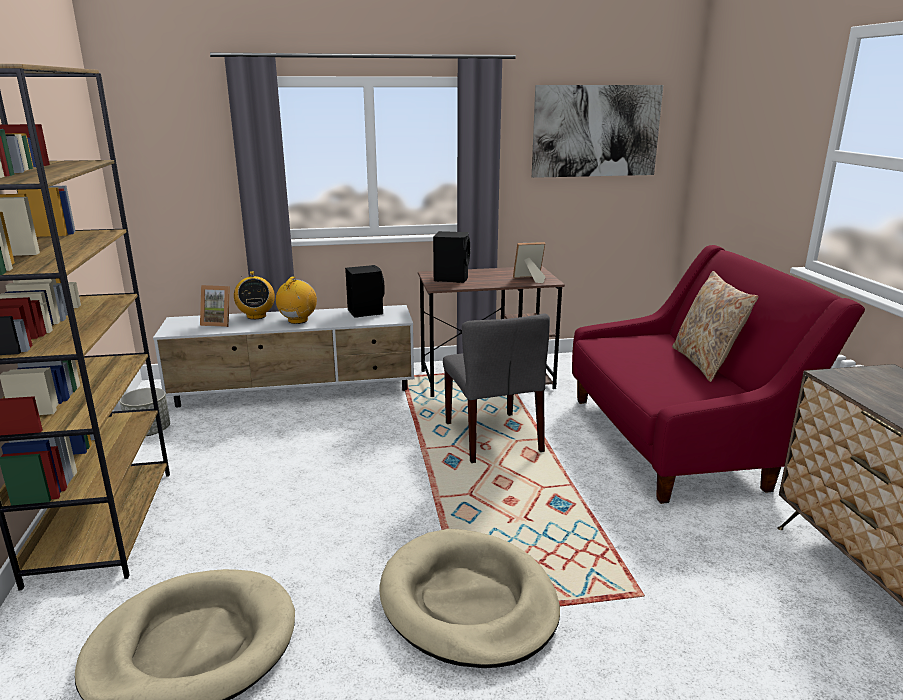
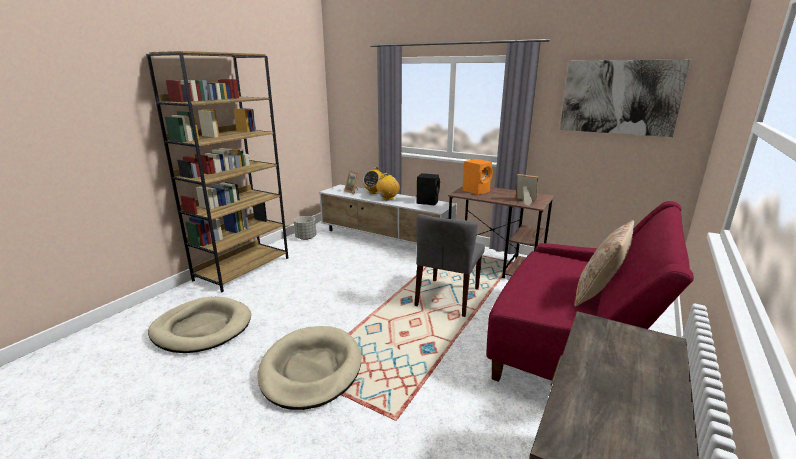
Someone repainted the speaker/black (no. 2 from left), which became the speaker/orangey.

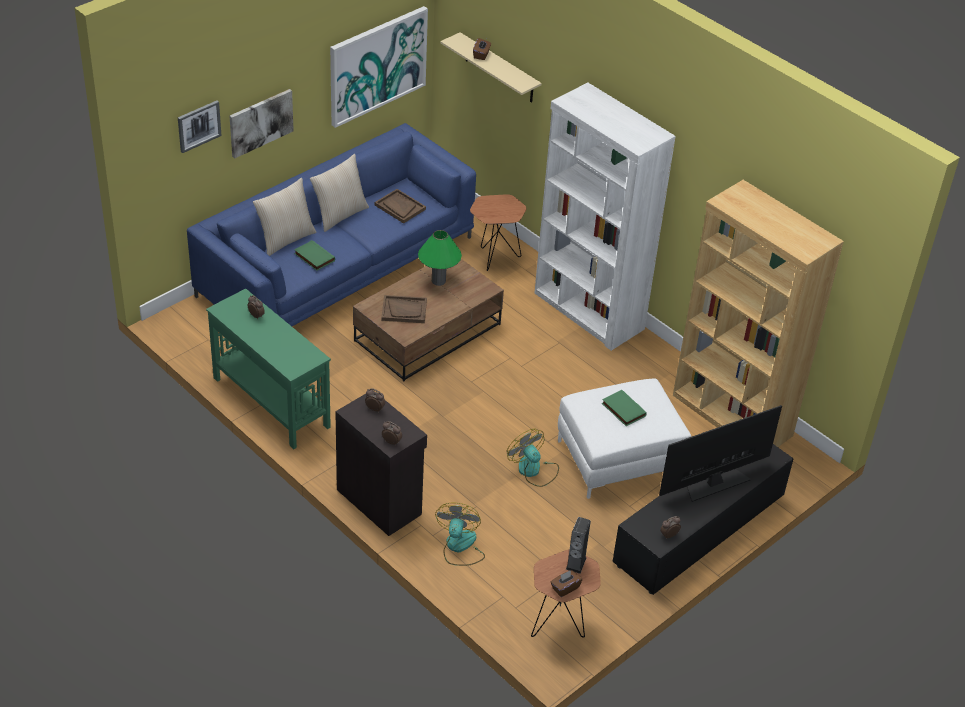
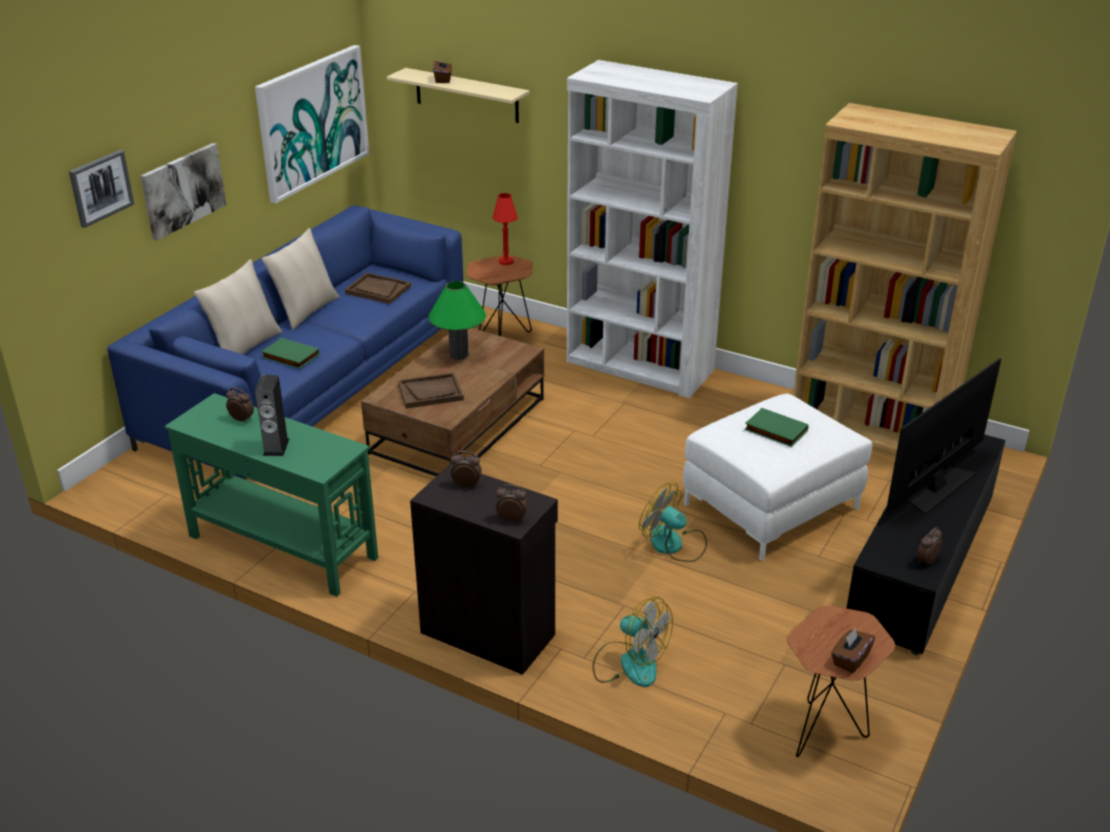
Someone carried the speaker.
Someone put down the lamp for a table/red.
Someone rotated the fan (no. 1 from left) by 135 degrees clockwise.

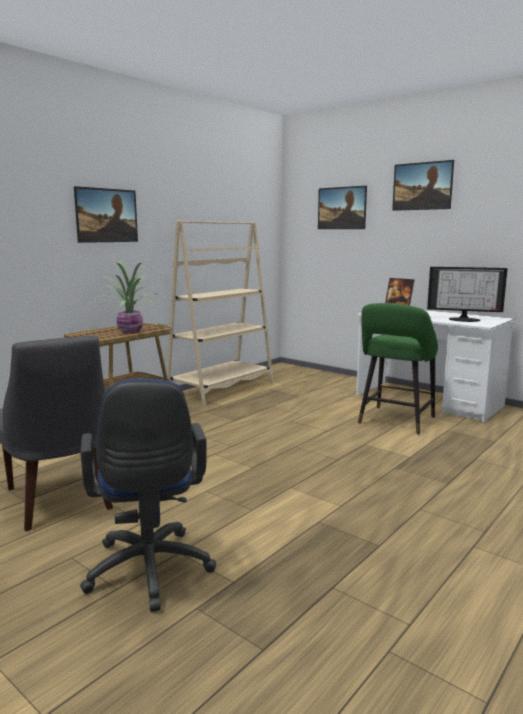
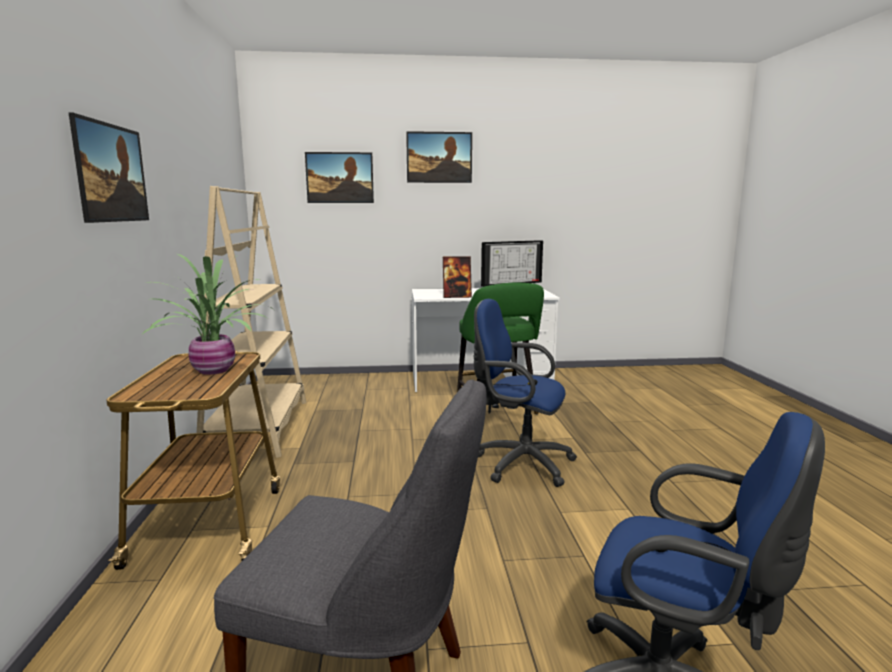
Someone put down the desk chair/blue (no. 1 from left).

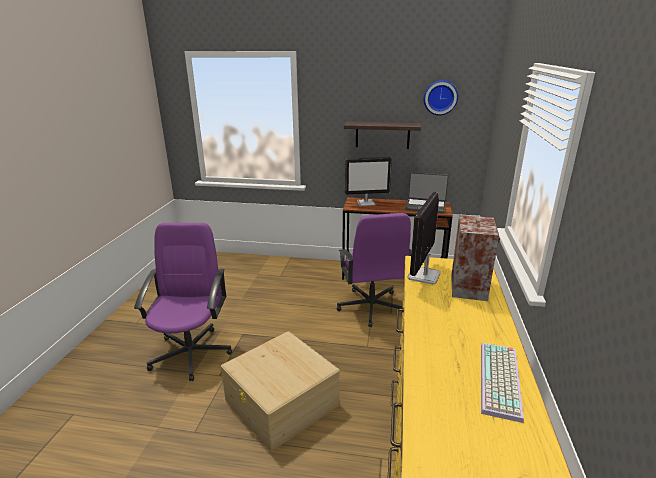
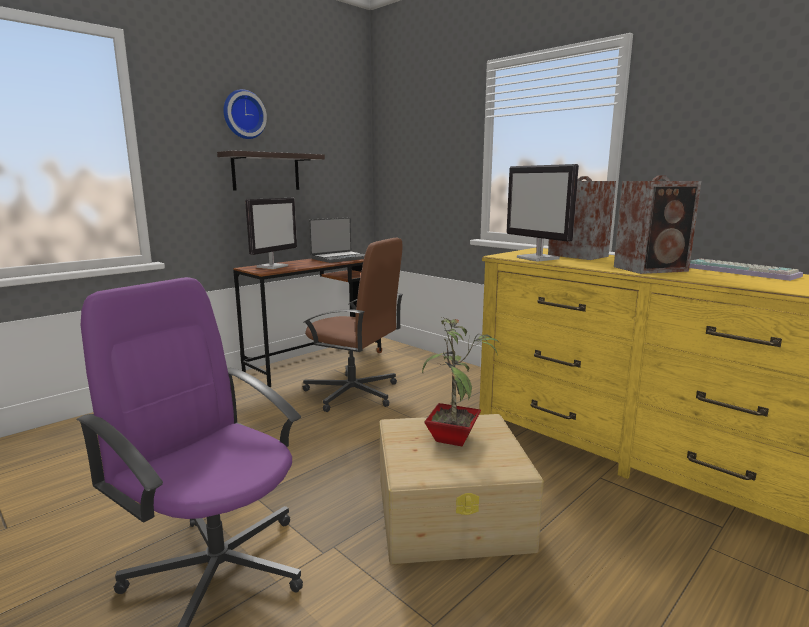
Someone carried the wall clock.
Someone repainted the desk chair/purplish (no. 2 from left), which became the desk chair/brown-coloured.
Someone put down the plant in a pot.
Someone put down the speaker (no. 2 from left).

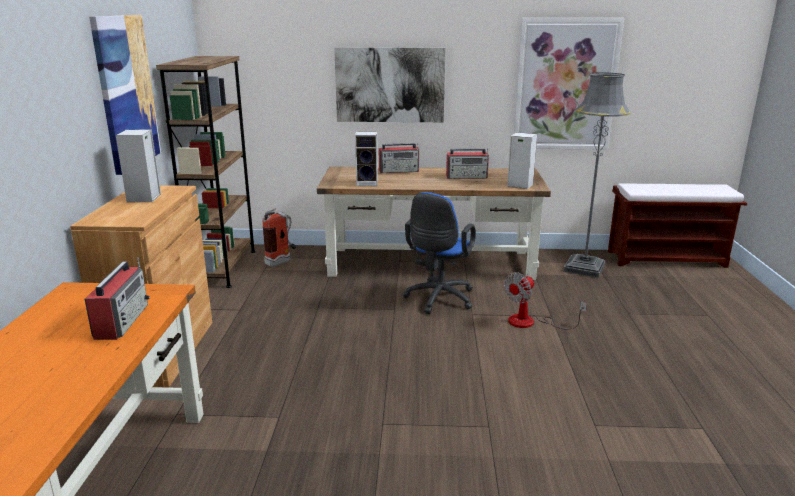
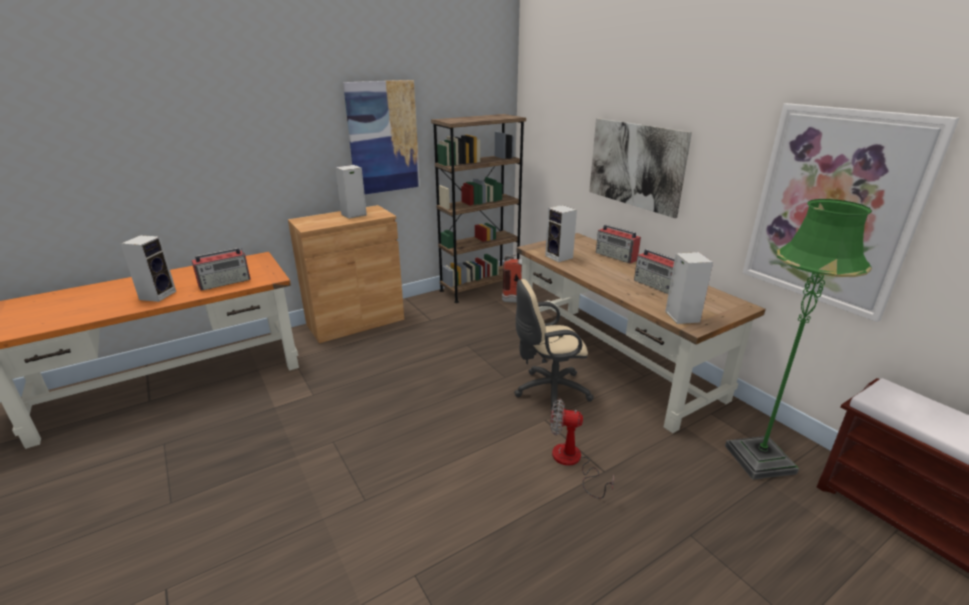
Someone put down the speaker (no. 1 from left).
Someone repainted the desk chair/blue, which became the desk chair/beige.
Someone repainted the standard lamp/grey, which became the standard lamp/greenish.

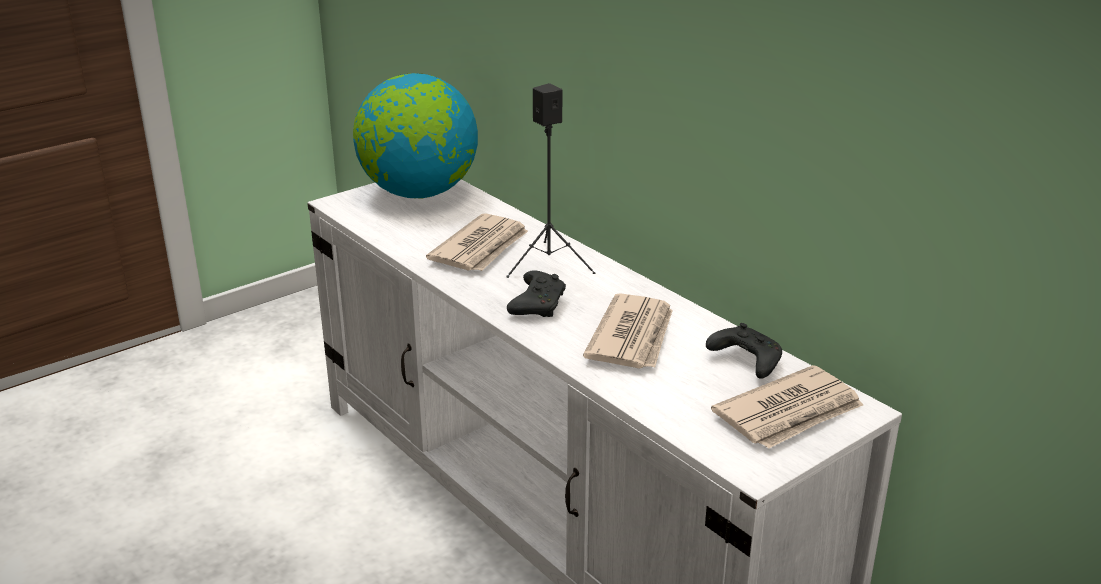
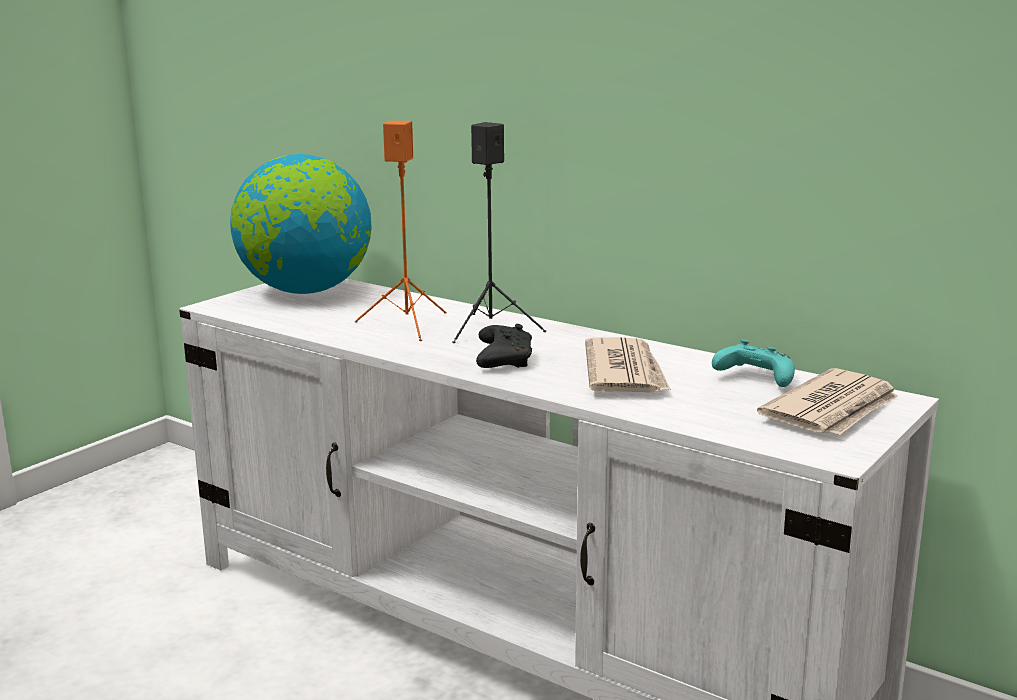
Someone swapped the daily paper (no. 1 from left) for the speaker/orangey.
Someone repainted the game controller/black (no. 2 from left), which became the game controller/blue-green.

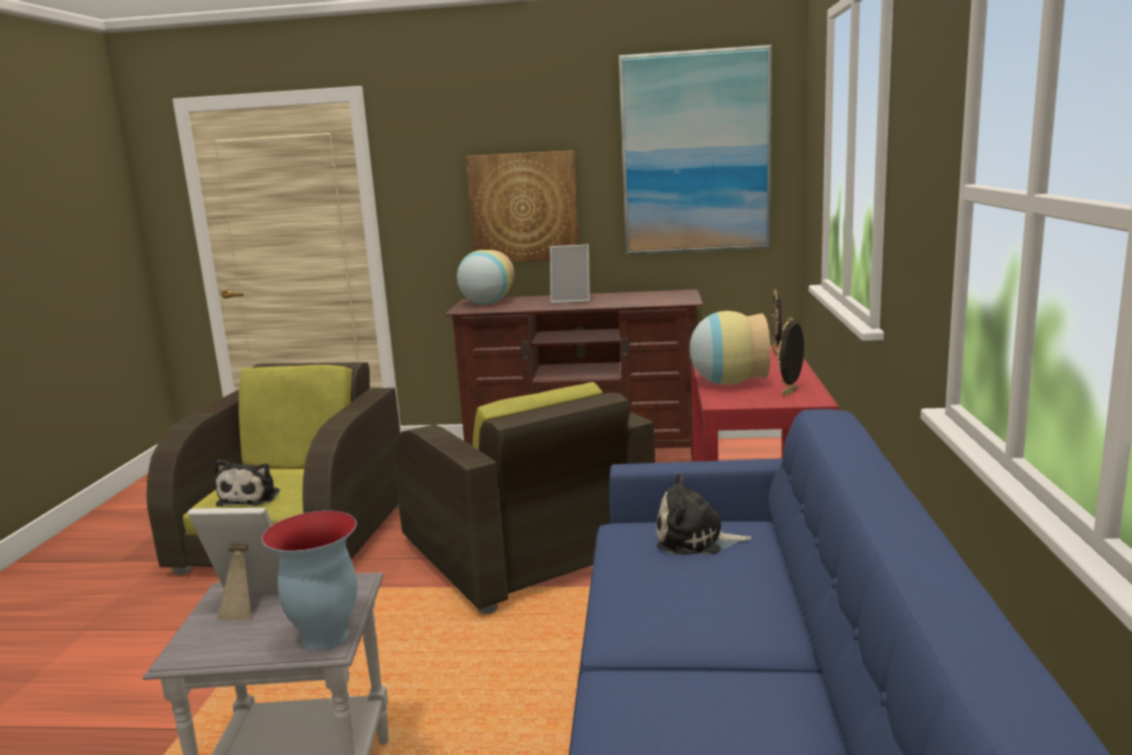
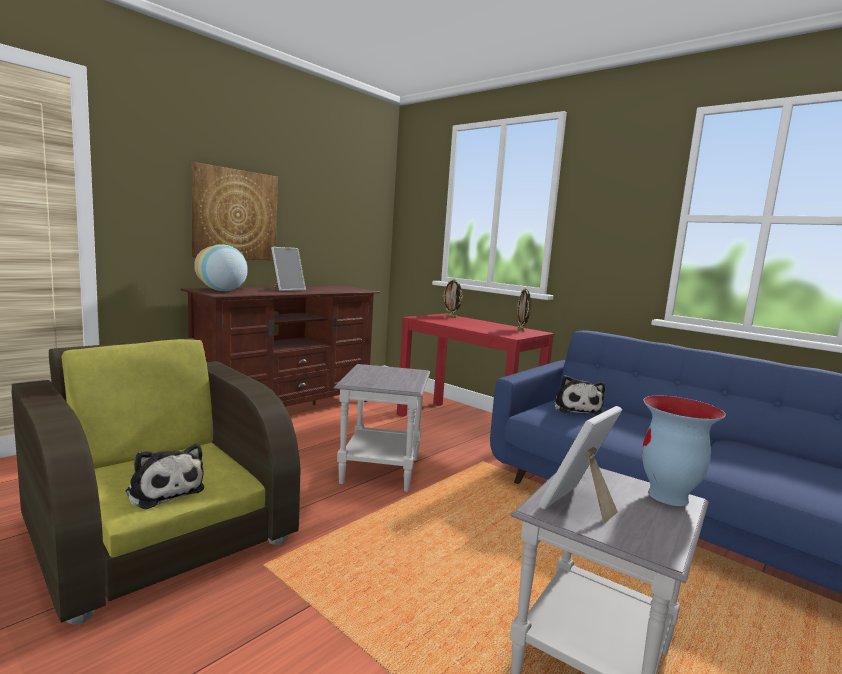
Someone swapped the lounge chair/brown-coloured (no. 2 from left) for the end table/grey (no. 1 from left).
Someone rotated the soft toy (no. 2 from left) by 45 degrees counterclockwise.
Someone took away the wall art (no. 2 from left).
Someone took away the decorative vase (no. 3 from left).

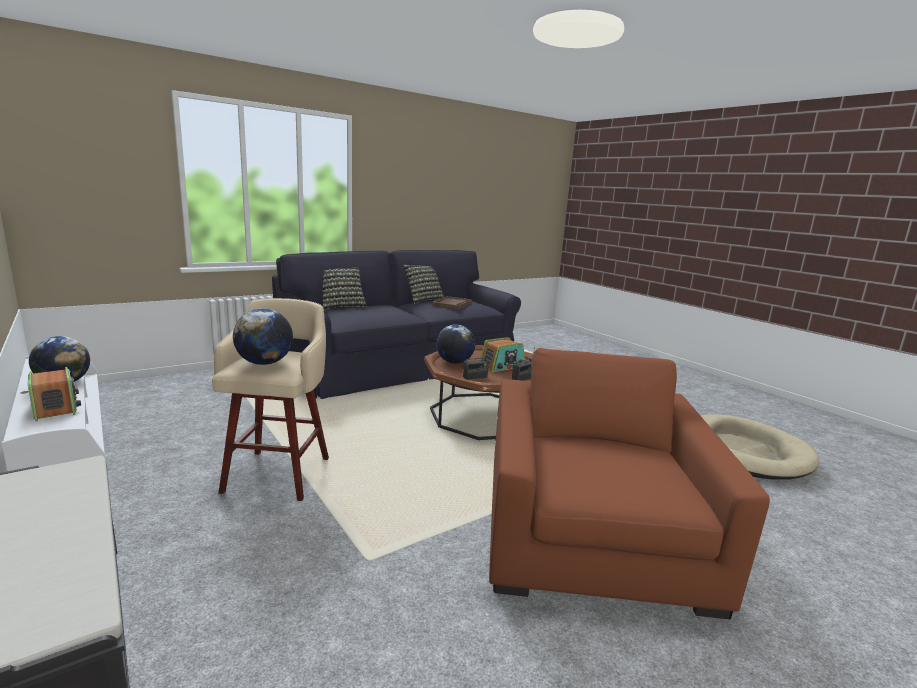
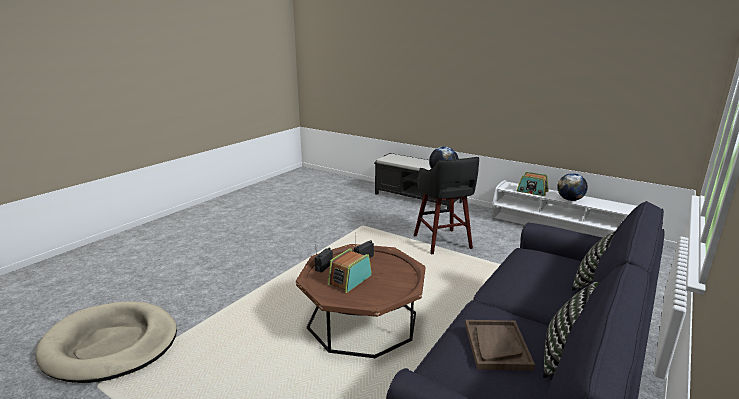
Someone repainted the stool/beige, which became the stool/black.
Someone took away the world globe (no. 3 from left).
Someone took away the lounge chair/brown-coloured.

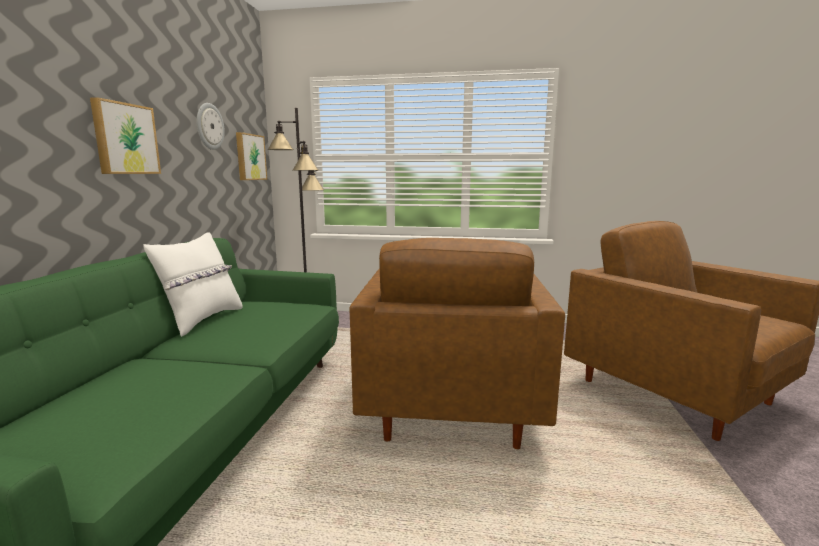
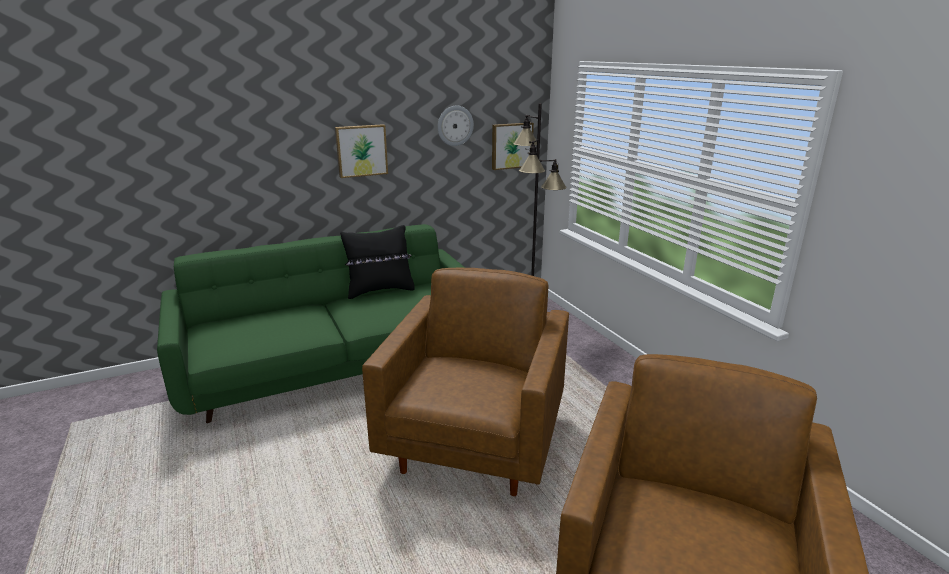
Someone repainted the cushion/white, which became the cushion/black.
Someone rotated the lounge chair/brown-coloured (no. 1 from left) by 135 degrees clockwise.

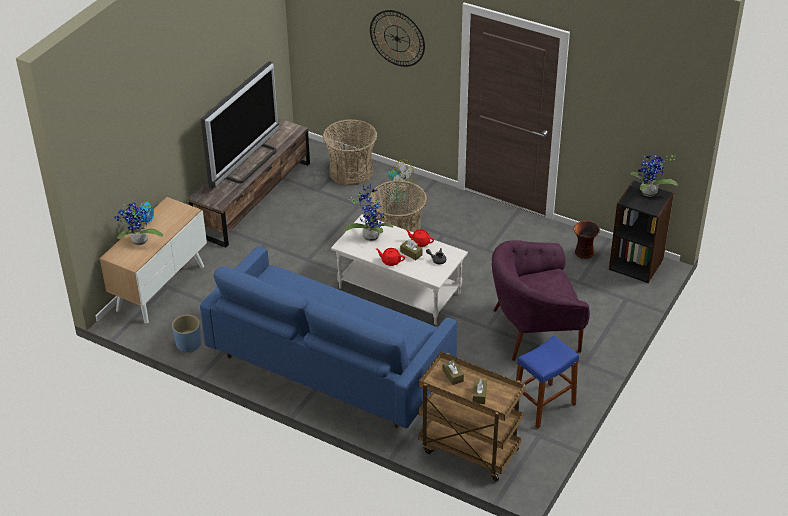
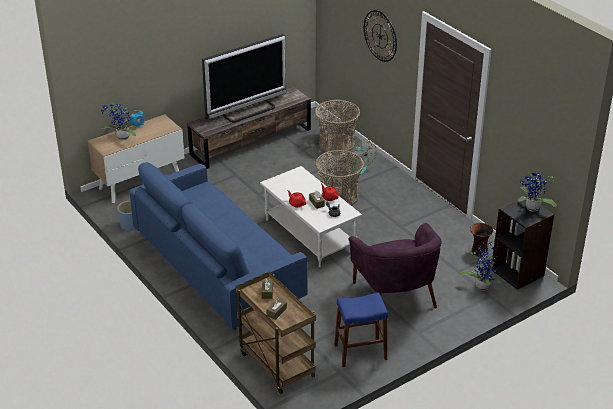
Someone rotated the lounge chair/purplish by 120 degrees counterclockwise.
Someone carried the plant in a pot (no. 2 from left).

